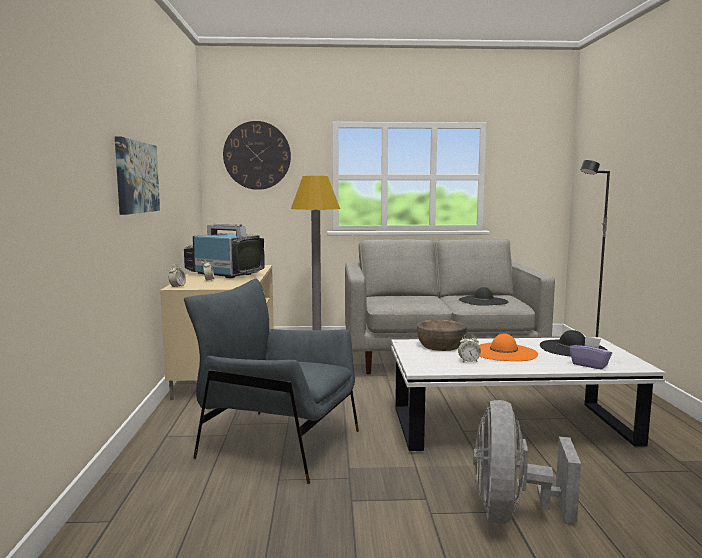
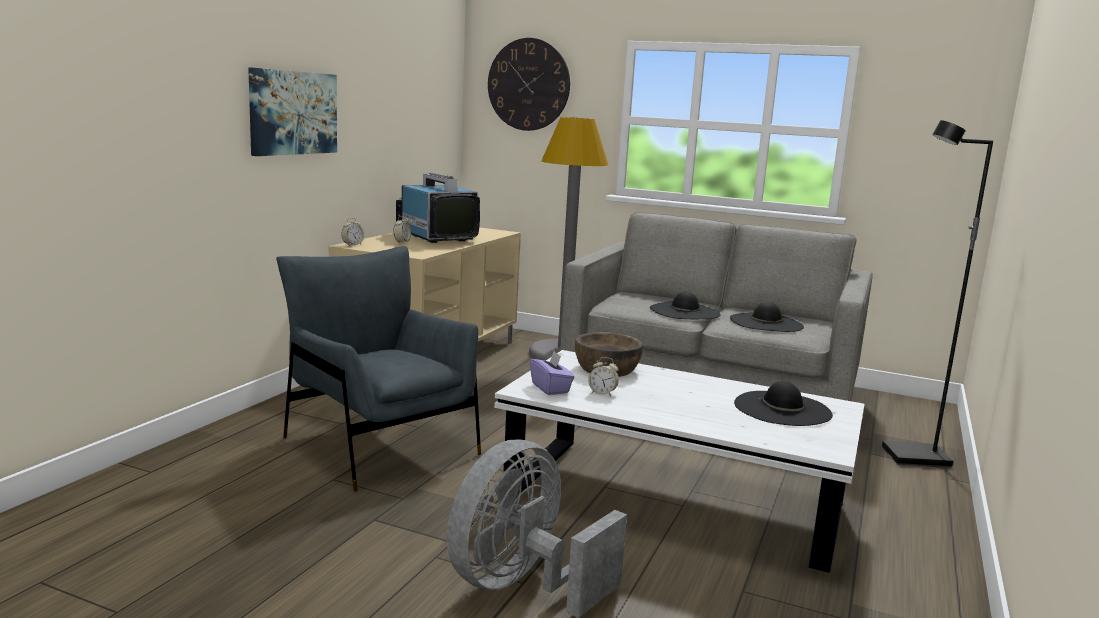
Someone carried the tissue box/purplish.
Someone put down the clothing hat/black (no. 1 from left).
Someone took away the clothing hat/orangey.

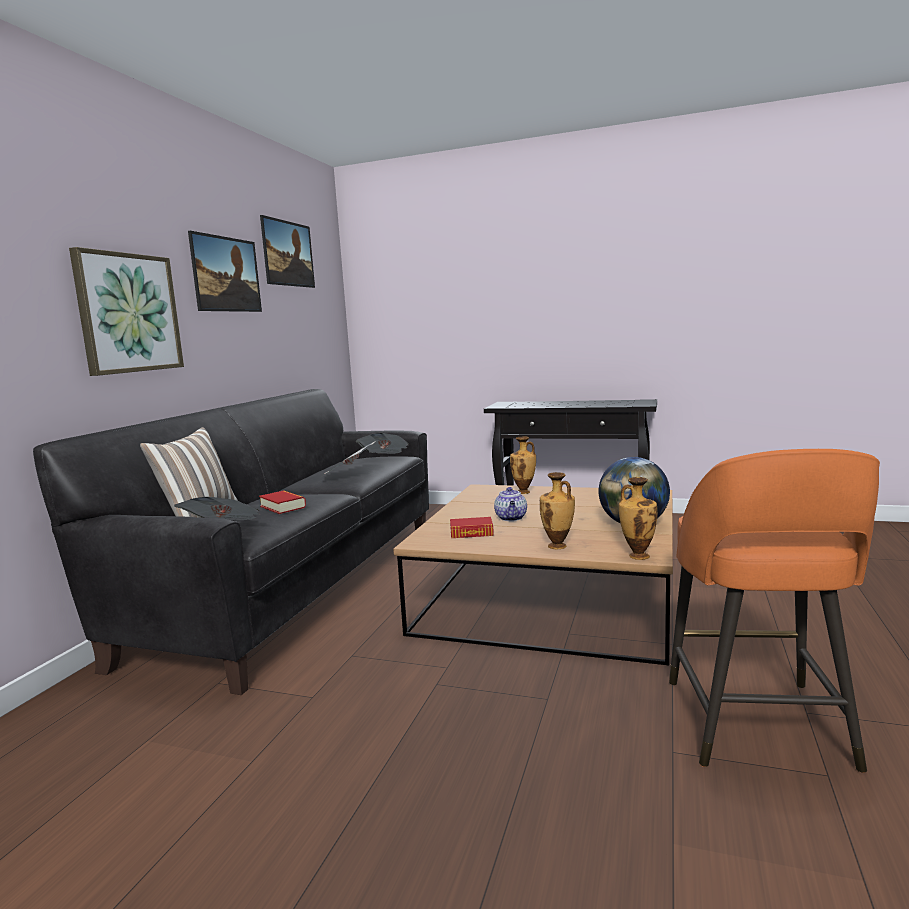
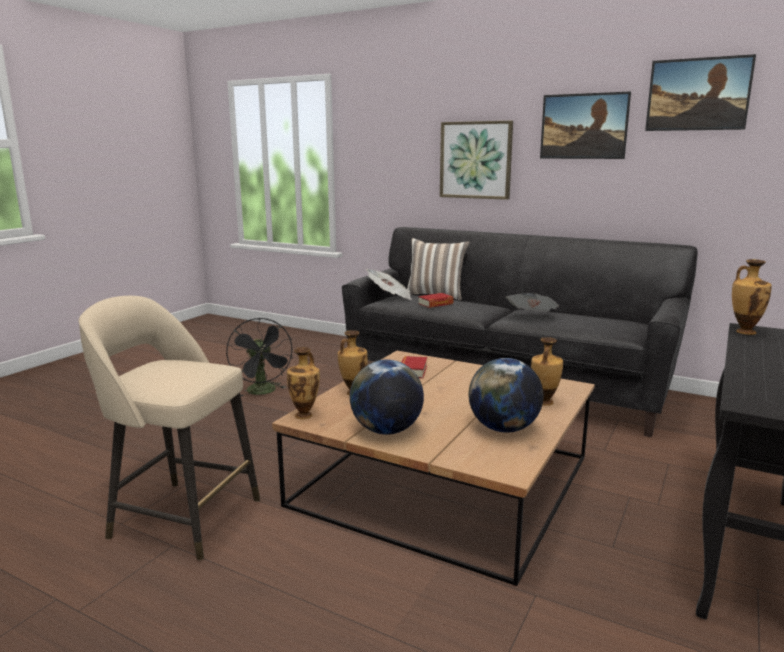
Someone repainted the stool/orangey, which became the stool/beige.
Someone put down the fan/black.
Someone put down the world globe (no. 2 from left).
Someone put down the decorative vase (no. 4 from left).
Someone took away the daily paper (no. 3 from left).
Someone took away the pot for tea.

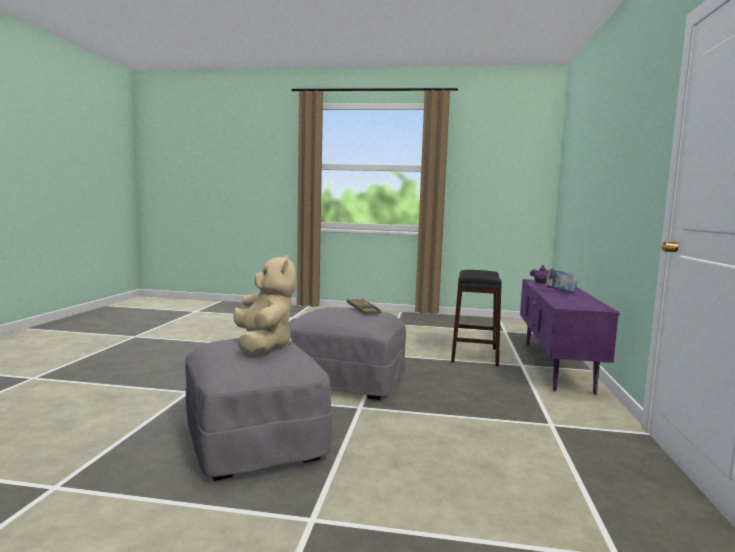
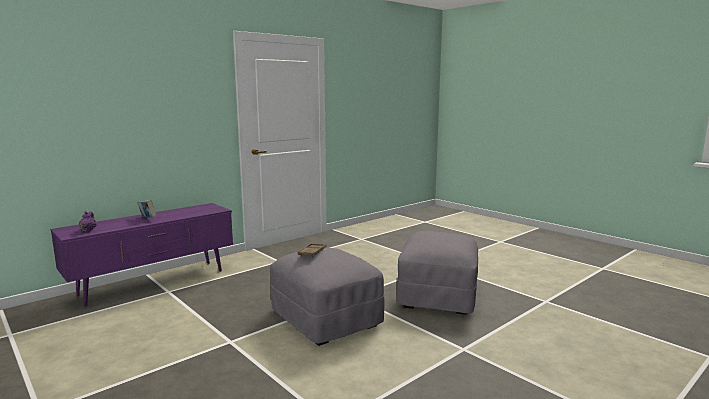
Someone took away the soft toy/beige.
Someone took away the stool/black.

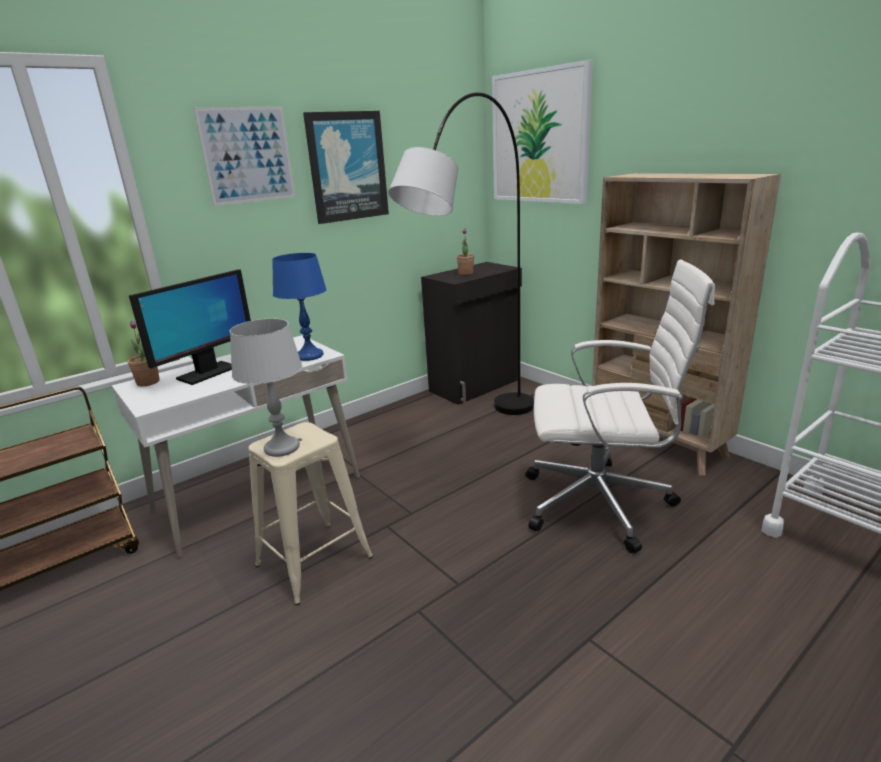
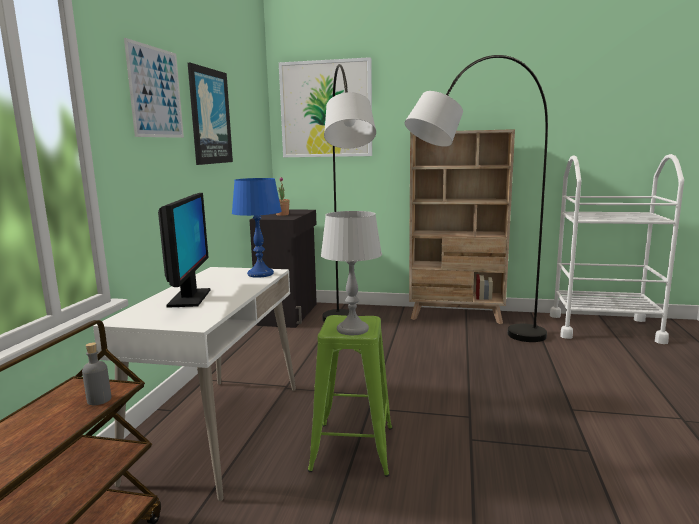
Someone put down the bottle/grey.
Someone repainted the stool/beige, which became the stool/greenish.
Someone swapped the desk chair/white for the standard lamp/grey (no. 2 from left).
Someone took away the plant in a pot (no. 1 from left).

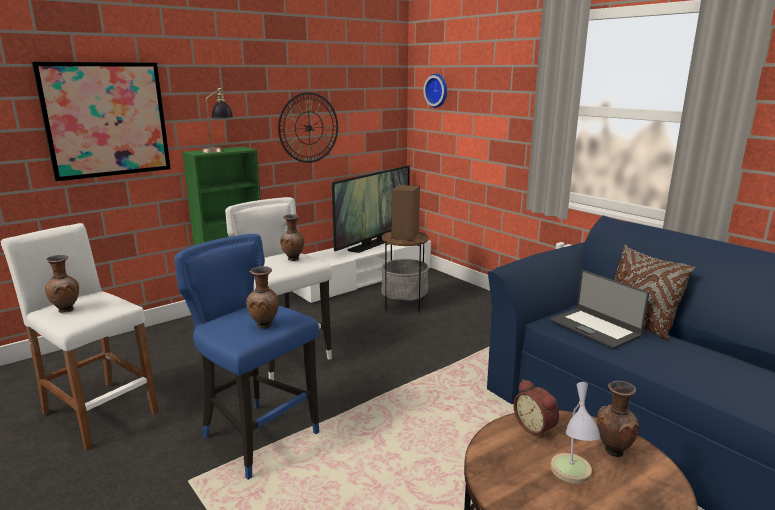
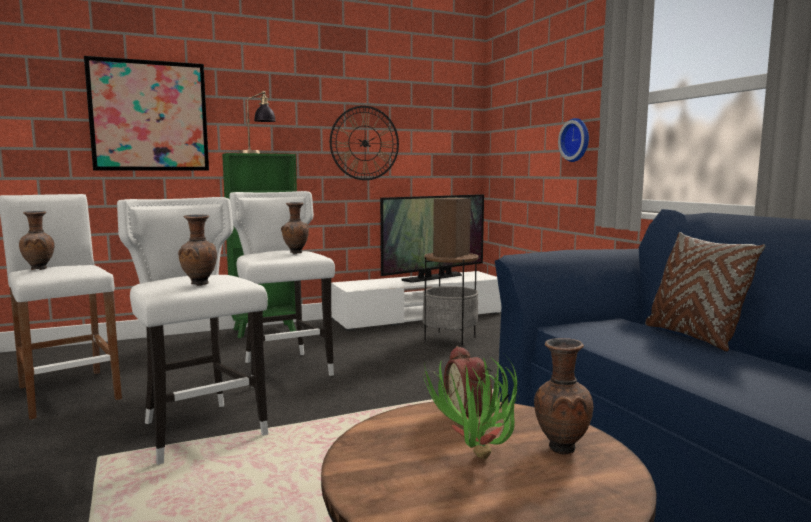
Someone repainted the stool/blue, which became the stool/white (no. 2 from left).
Someone swapped the lamp for a table (no. 2 from left) for the plant in a pot.
Someone carried the wall clock (no. 2 from left).
Someone took away the portable computer.

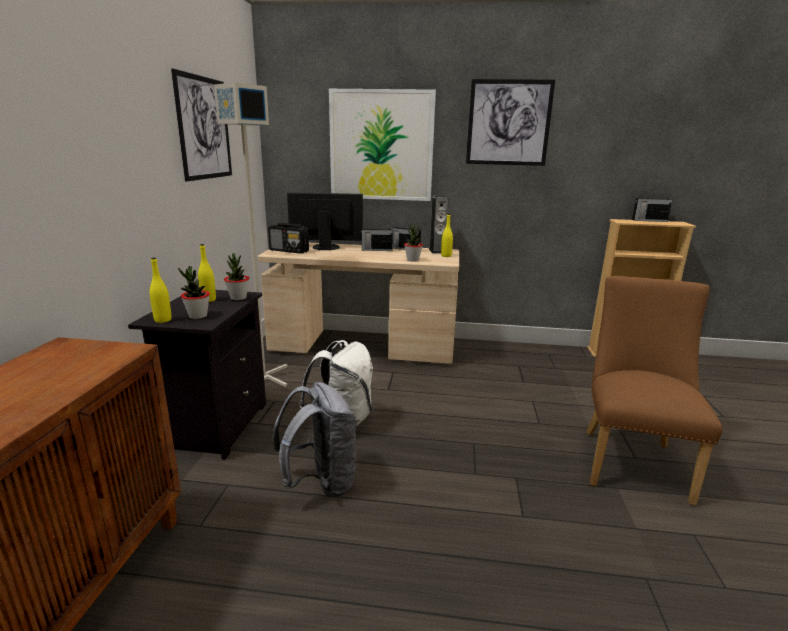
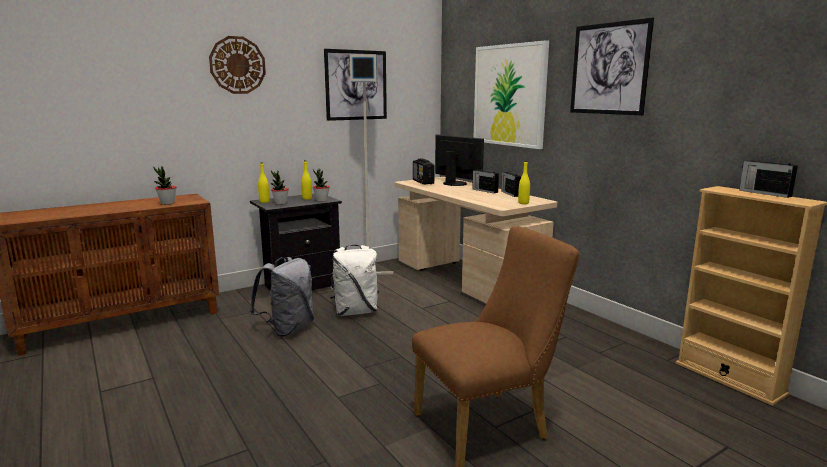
Someone carried the plant in a pot (no. 3 from left in the first image).
Someone put up the wall clock.
Someone took away the speaker.

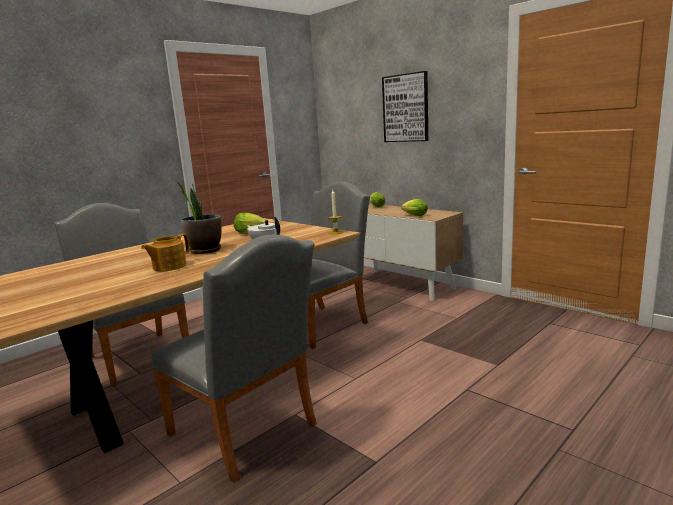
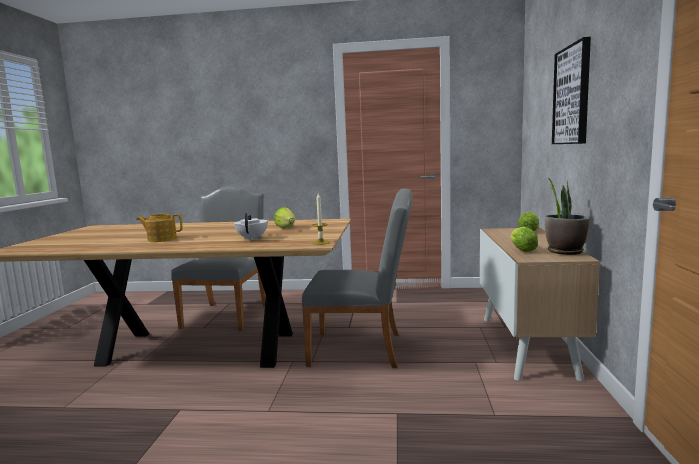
Someone carried the plant in a pot.
Someone took away the upright chair/grey (no. 2 from left).

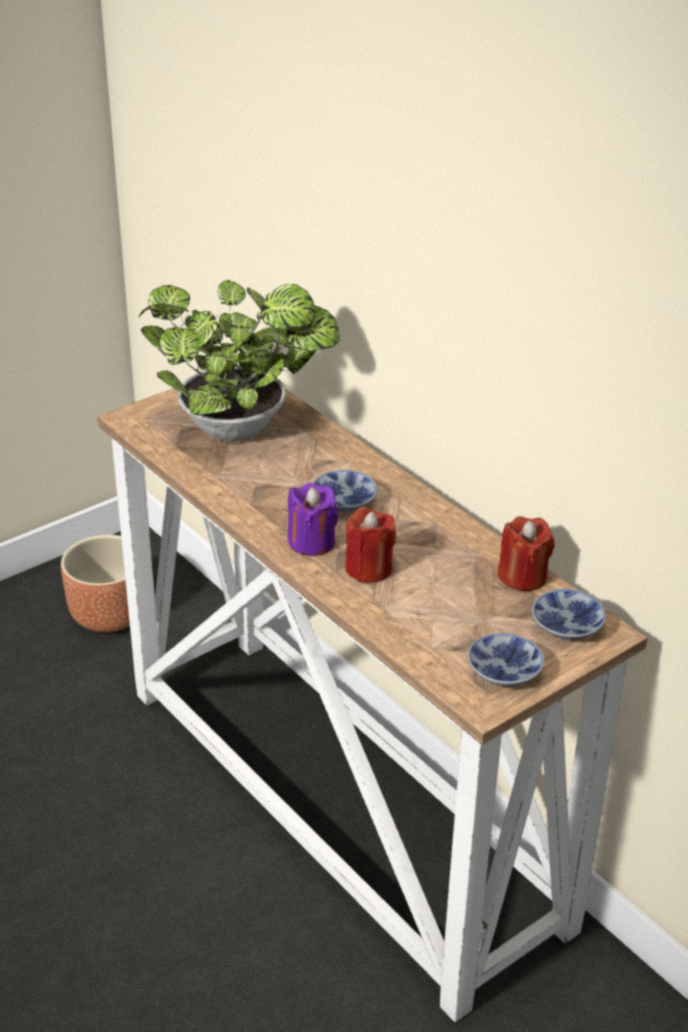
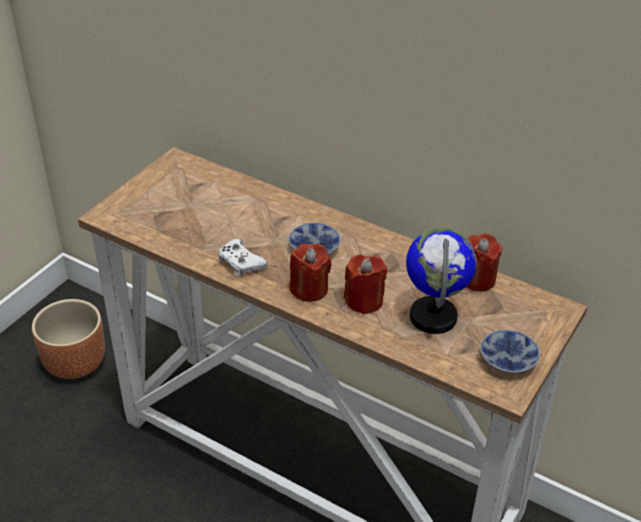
Someone put down the game controller/white.
Someone repainted the wax candle/purplish, which became the wax candle/red (no. 1 from left).
Someone put down the world globe.
Someone took away the plant in a pot.
Someone took away the deep dish (no. 3 from left).

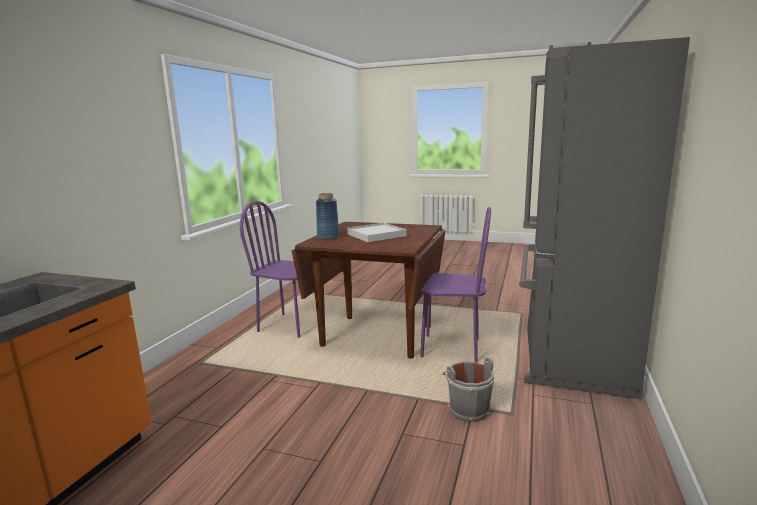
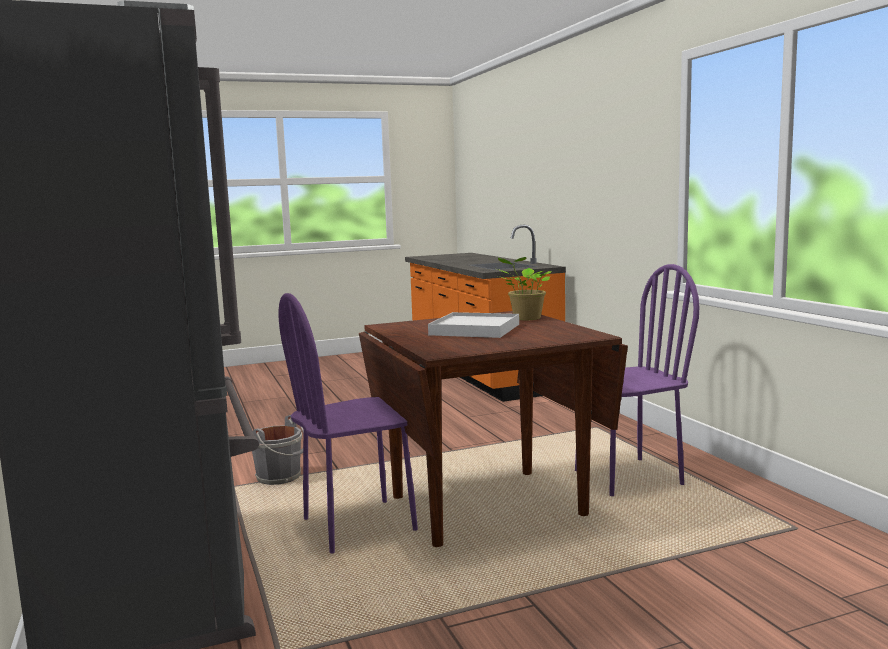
Someone swapped the decorative vase/blue for the plant in a pot.

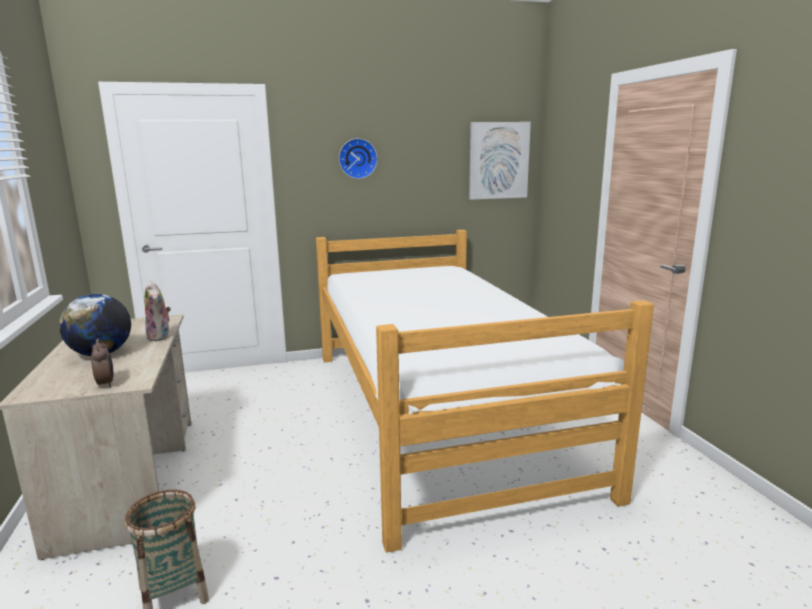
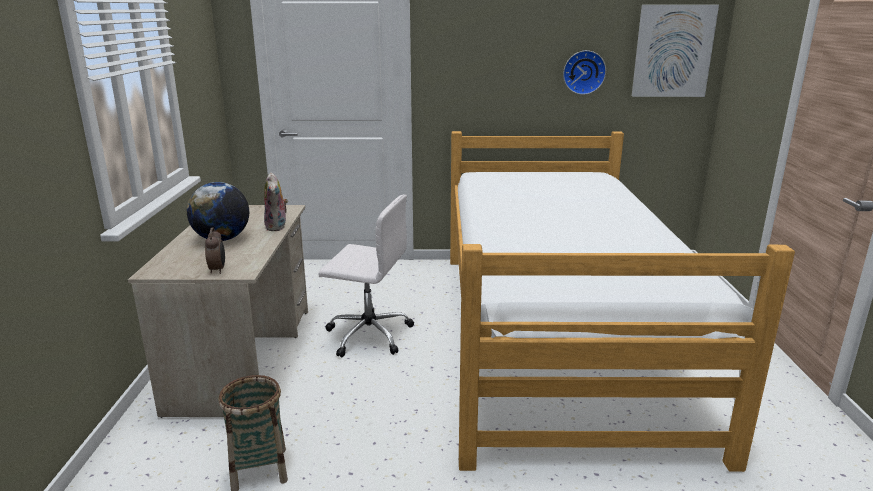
Someone put down the desk chair/white.
Someone carried the wall clock.

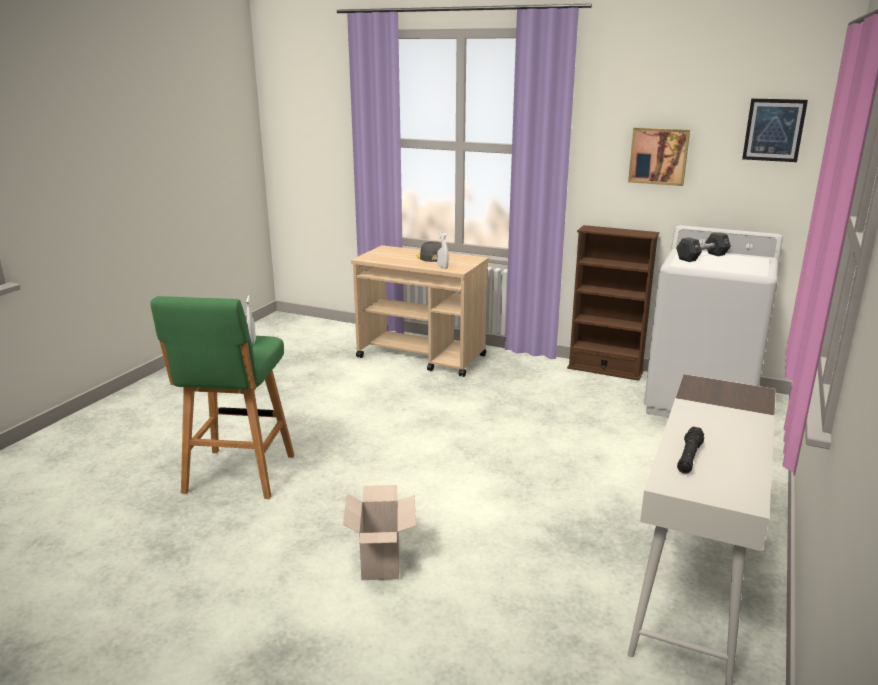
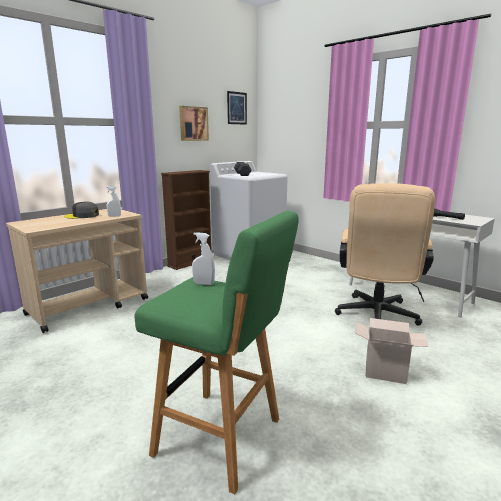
Someone put down the desk chair/beige.

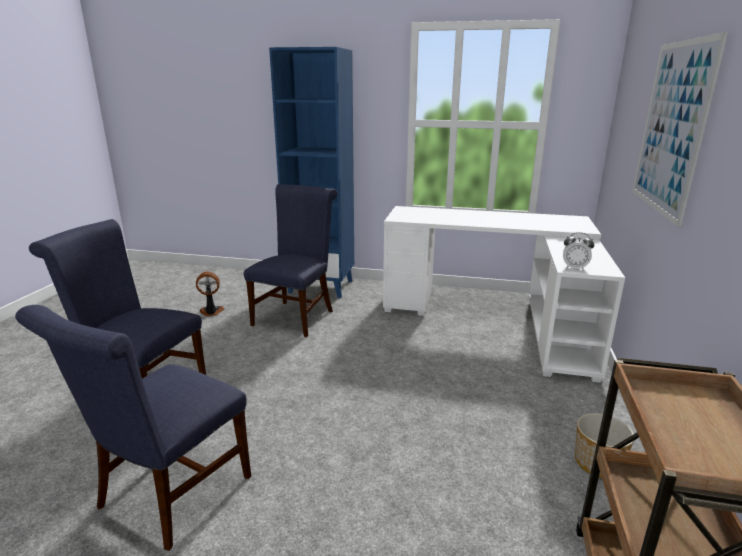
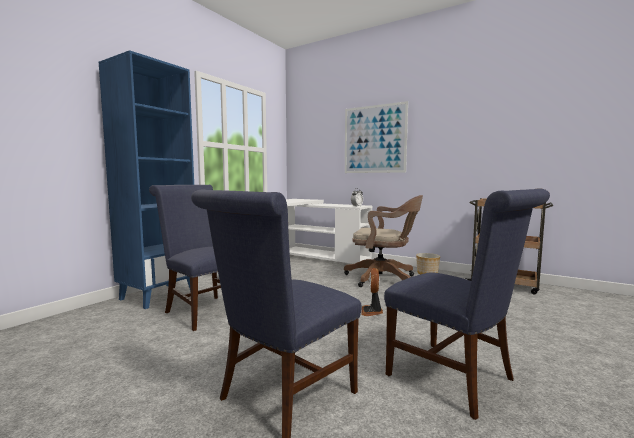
Someone put down the desk chair/brown-coloured.
Someone carried the fan.

